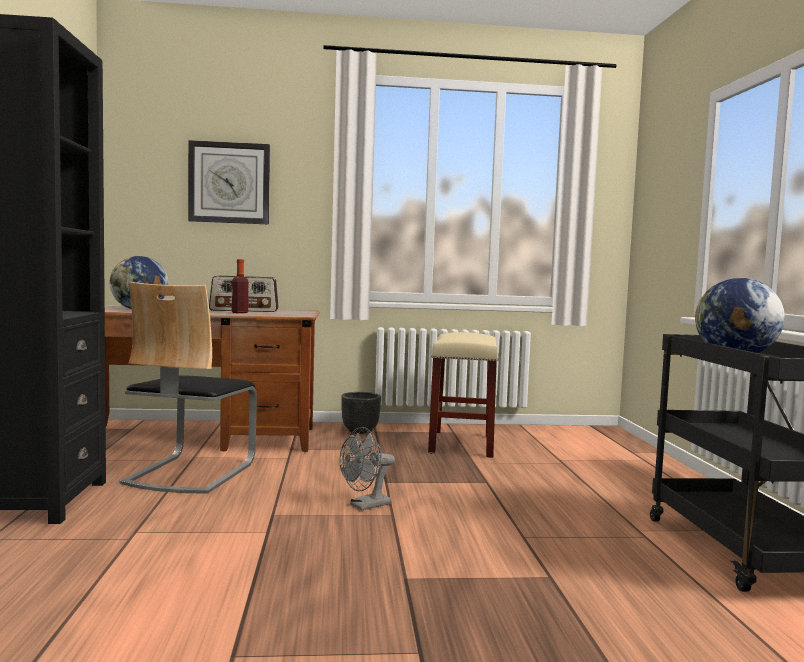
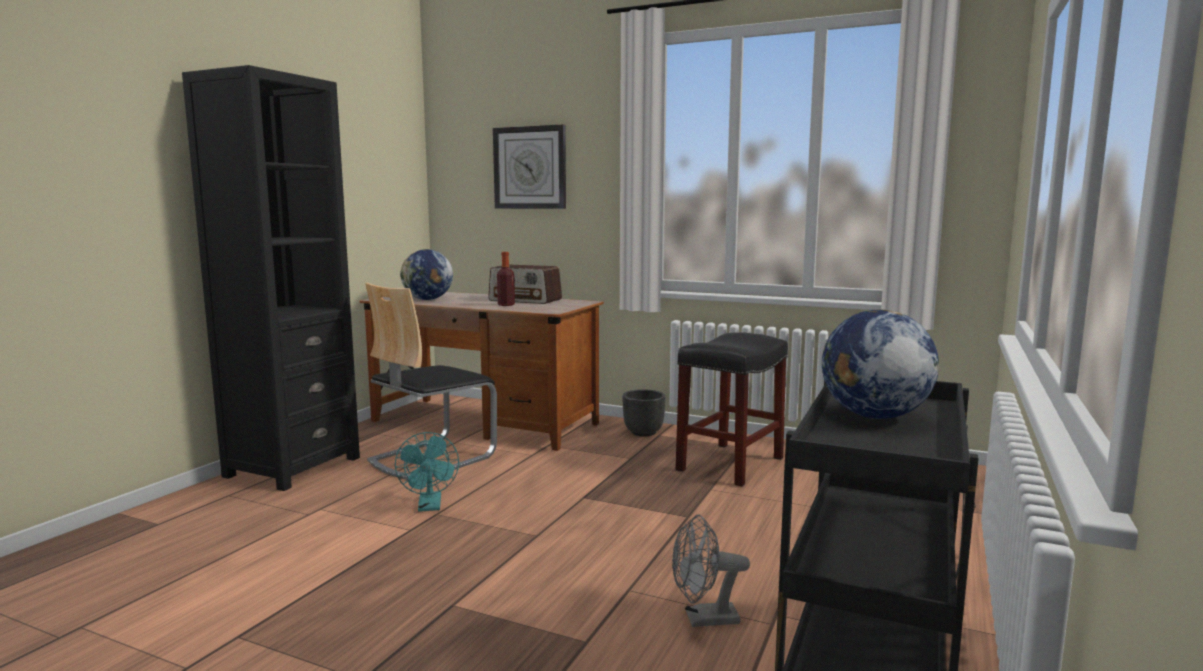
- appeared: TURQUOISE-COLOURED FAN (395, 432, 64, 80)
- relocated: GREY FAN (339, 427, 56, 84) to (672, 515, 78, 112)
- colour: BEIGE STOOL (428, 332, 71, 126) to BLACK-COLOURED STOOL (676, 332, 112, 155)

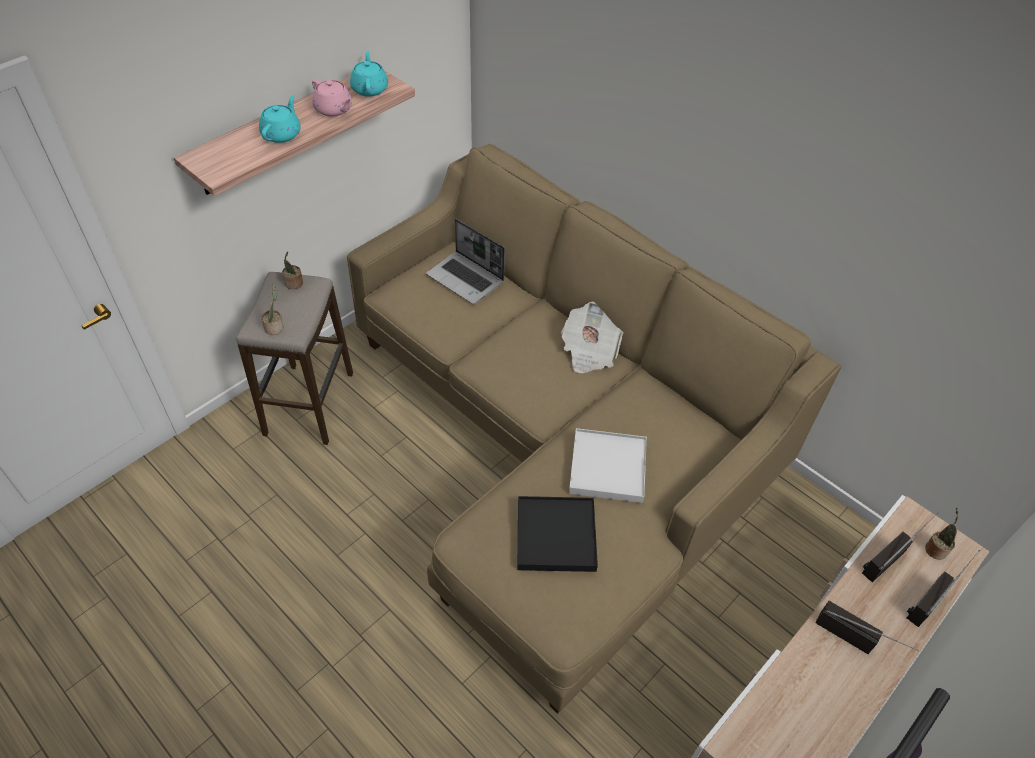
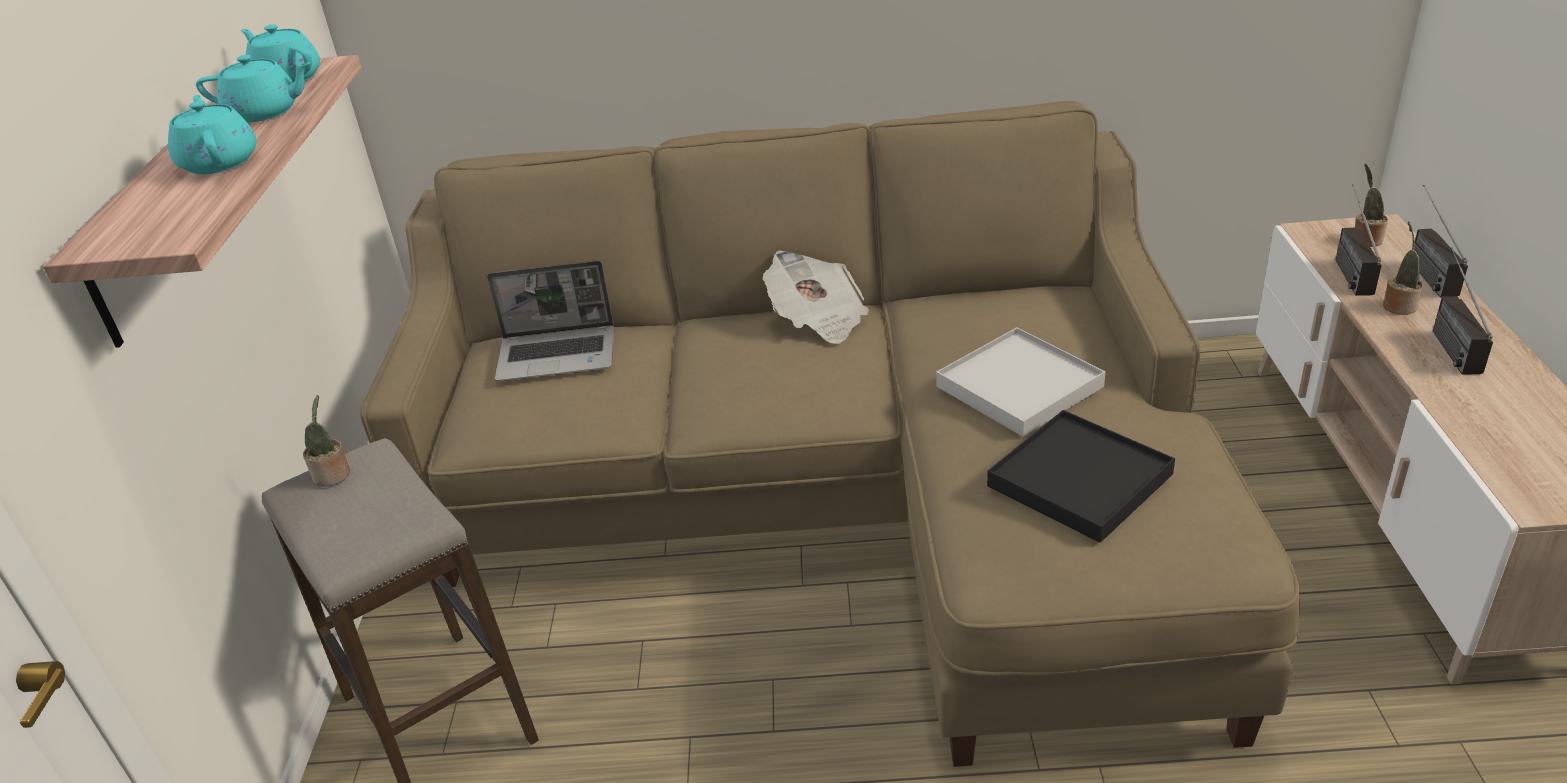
- relocated: PLANT IN A POT (261, 284, 23, 51) to (1383, 221, 40, 94)
- colour: PINK POT FOR TEA (312, 80, 40, 37) to TURQUOISE-COLOURED POT FOR TEA (196, 55, 115, 67)
- spun: RADIO RECEIVER (815, 601, 104, 53) = (1433, 247, 60, 128) 75 degrees counterclockwise

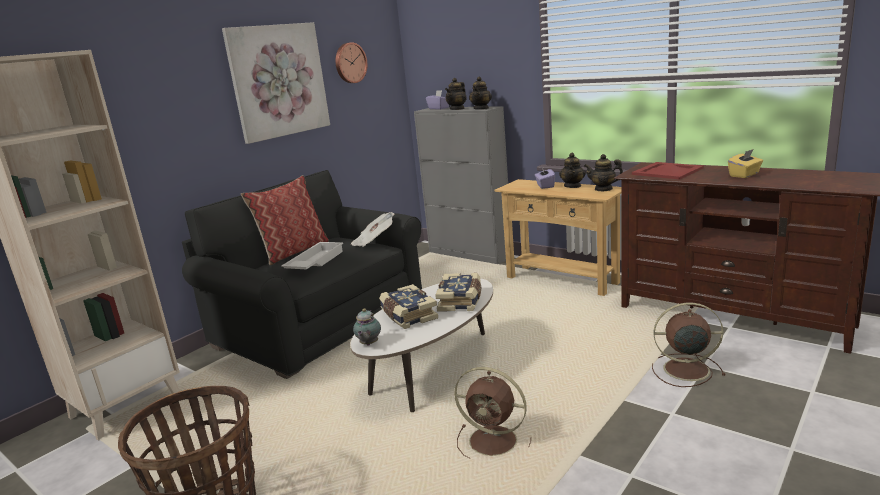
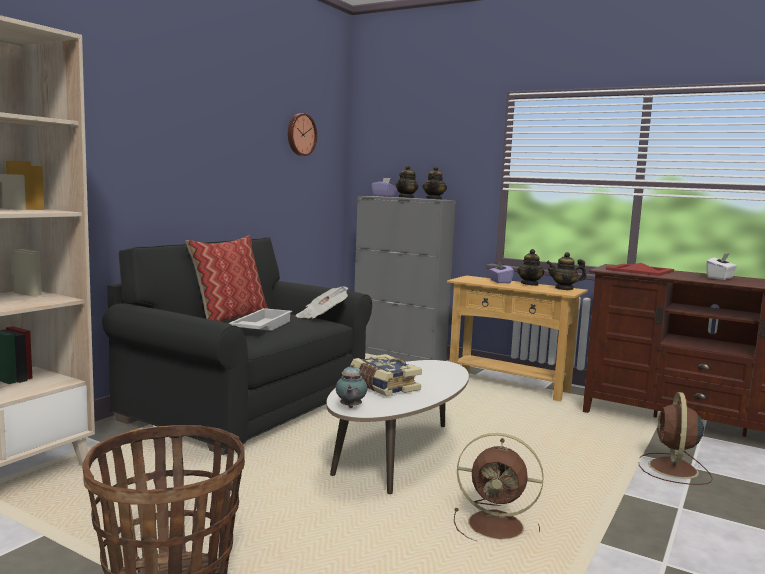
- missing: WALL PICTURE (222, 22, 108, 122)
- missing: VOLUME (435, 273, 46, 39)
- colour: YELLOW-COLOURED BOX OF TISSUES (728, 149, 35, 29) to WHITISH BOX OF TISSUES (706, 253, 31, 27)
- spun: BROWN FAN (652, 303, 74, 84) = (639, 392, 74, 93) 75 degrees counterclockwise

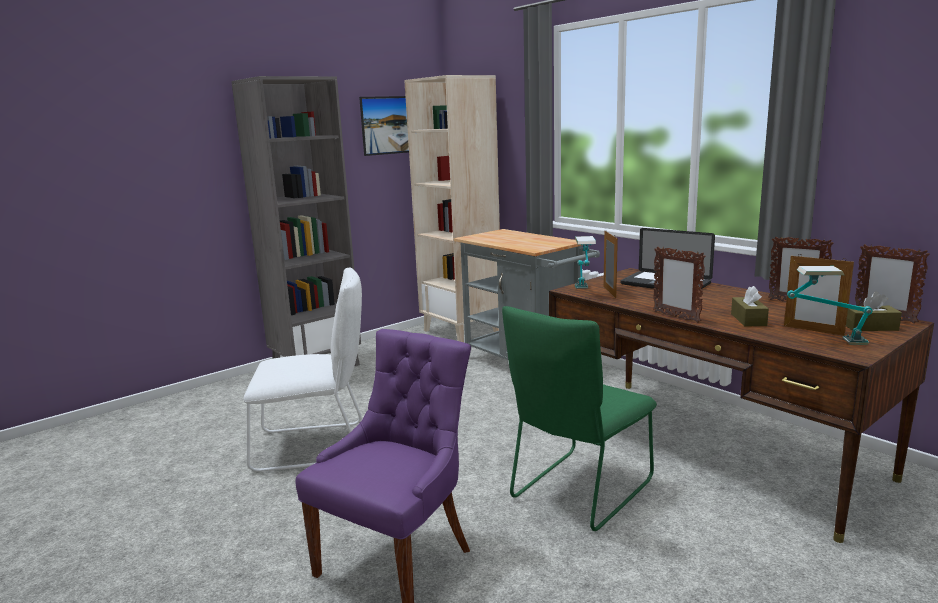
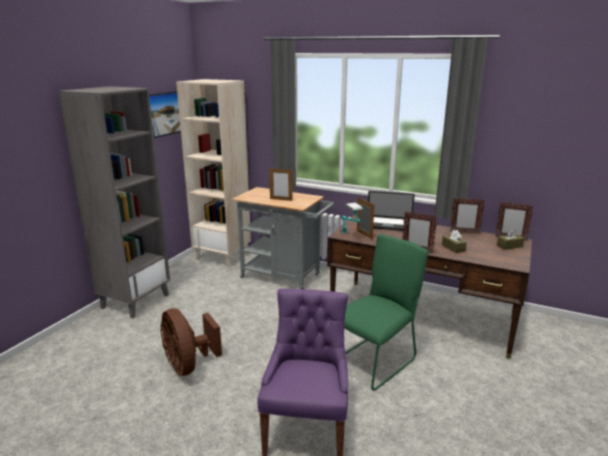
- missing: TABLE LAMP (787, 266, 86, 79)
- relocated: PHOTO FRAME (784, 255, 70, 81) to (269, 167, 24, 34)
- exchanged: WHITISH UPRIGHT CHAIR (243, 268, 119, 204) to BROWN FAN (160, 308, 62, 68)
- spun: GREEN UPRIGHT CHAIR (502, 306, 155, 225) = (344, 234, 84, 156) 150 degrees counterclockwise

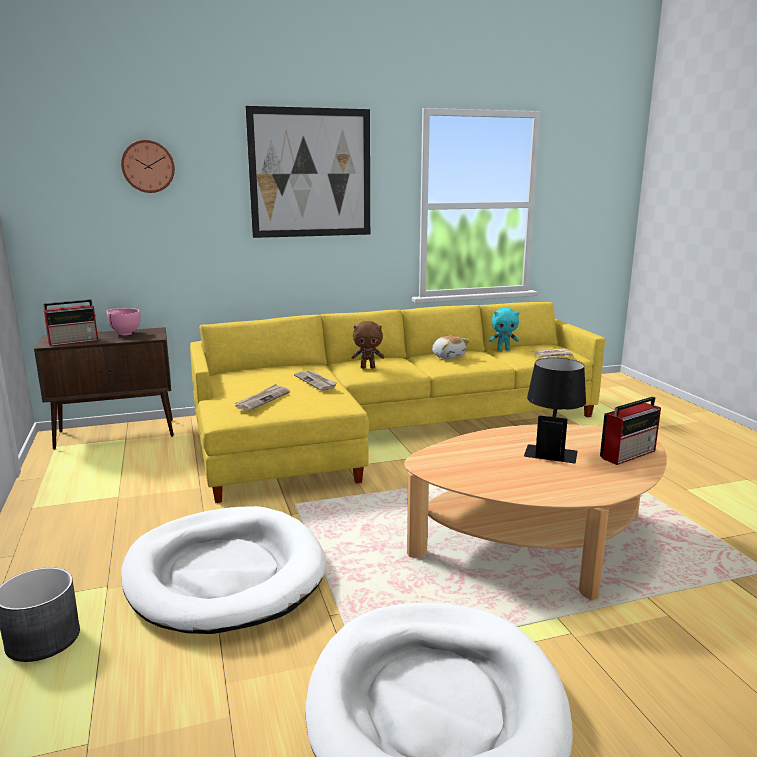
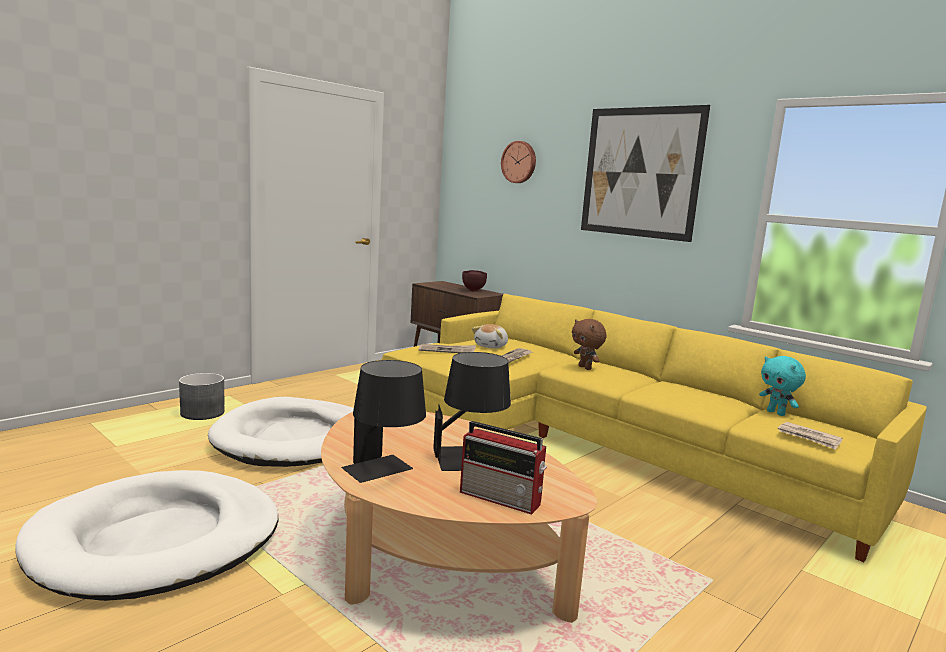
- missing: RADIO RECEIVER (44, 299, 54, 47)
- appeared: BLACK-COLOURED TABLE LAMP (342, 360, 84, 123)
- relocated: PLUSH TOY (432, 335, 38, 24) to (472, 324, 36, 25)
- colour: PINK BOWL (106, 308, 35, 27) to BROWN BOWL (462, 270, 25, 22)

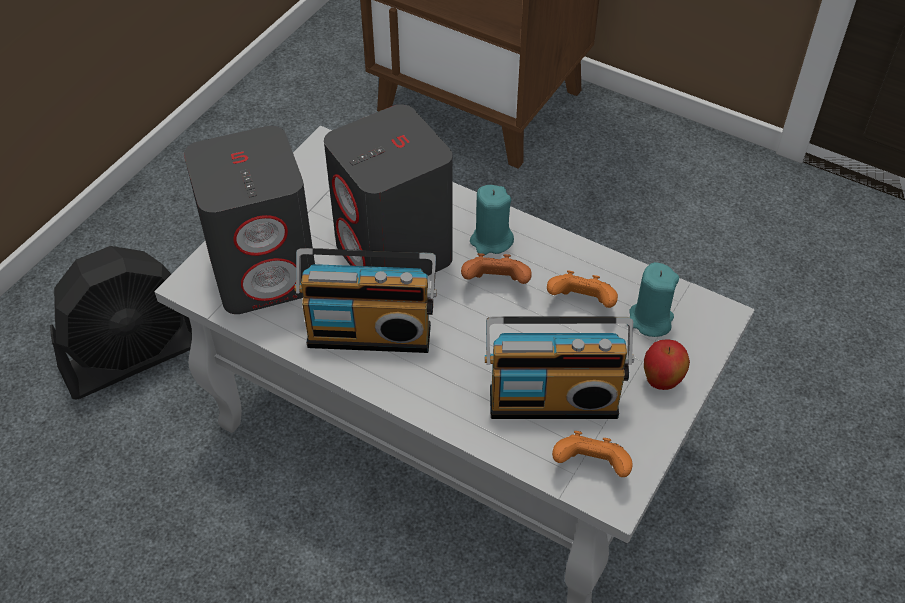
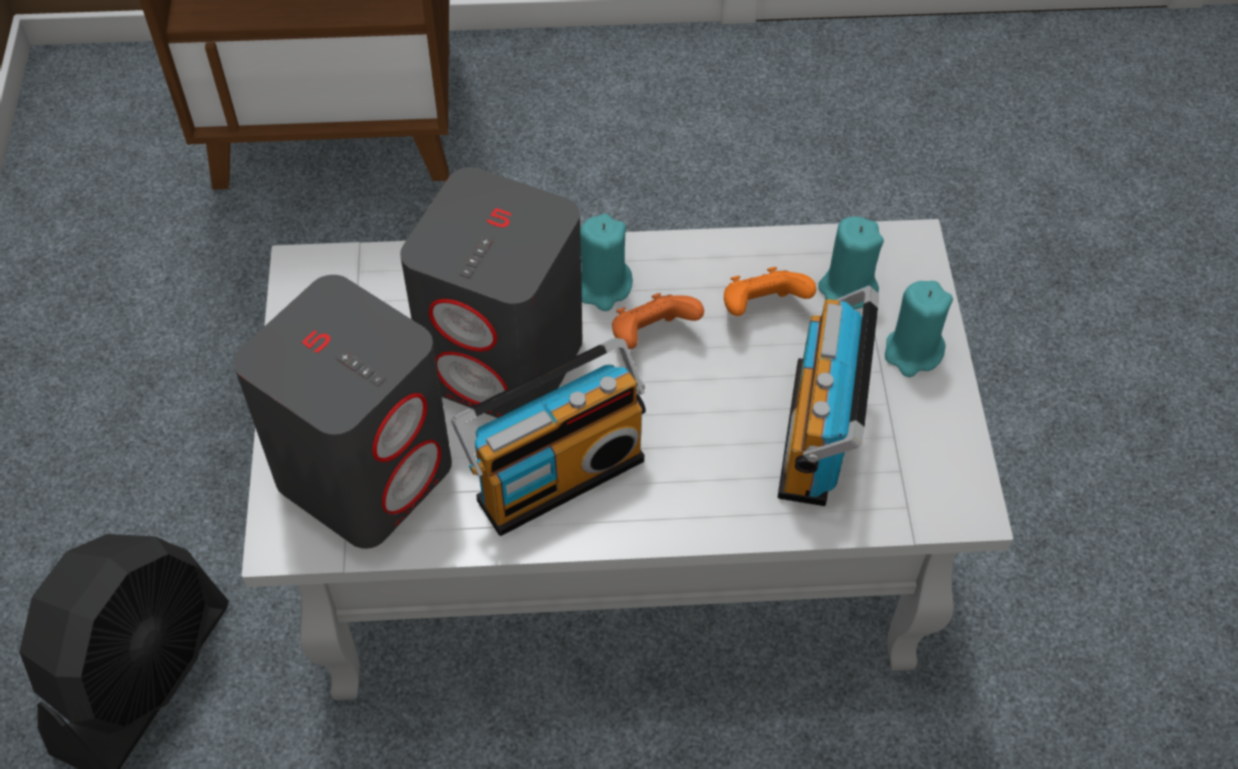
- missing: ORANGE-COLOURED JOYPAD (552, 431, 81, 46)
- exchanged: APPLE FRUIT (644, 339, 46, 51) to TURQUOISE-COLOURED WAX LIGHT (885, 281, 68, 96)
- spun: RADIO RECEIVER (485, 316, 149, 103) = (778, 286, 101, 220) 135 degrees clockwise

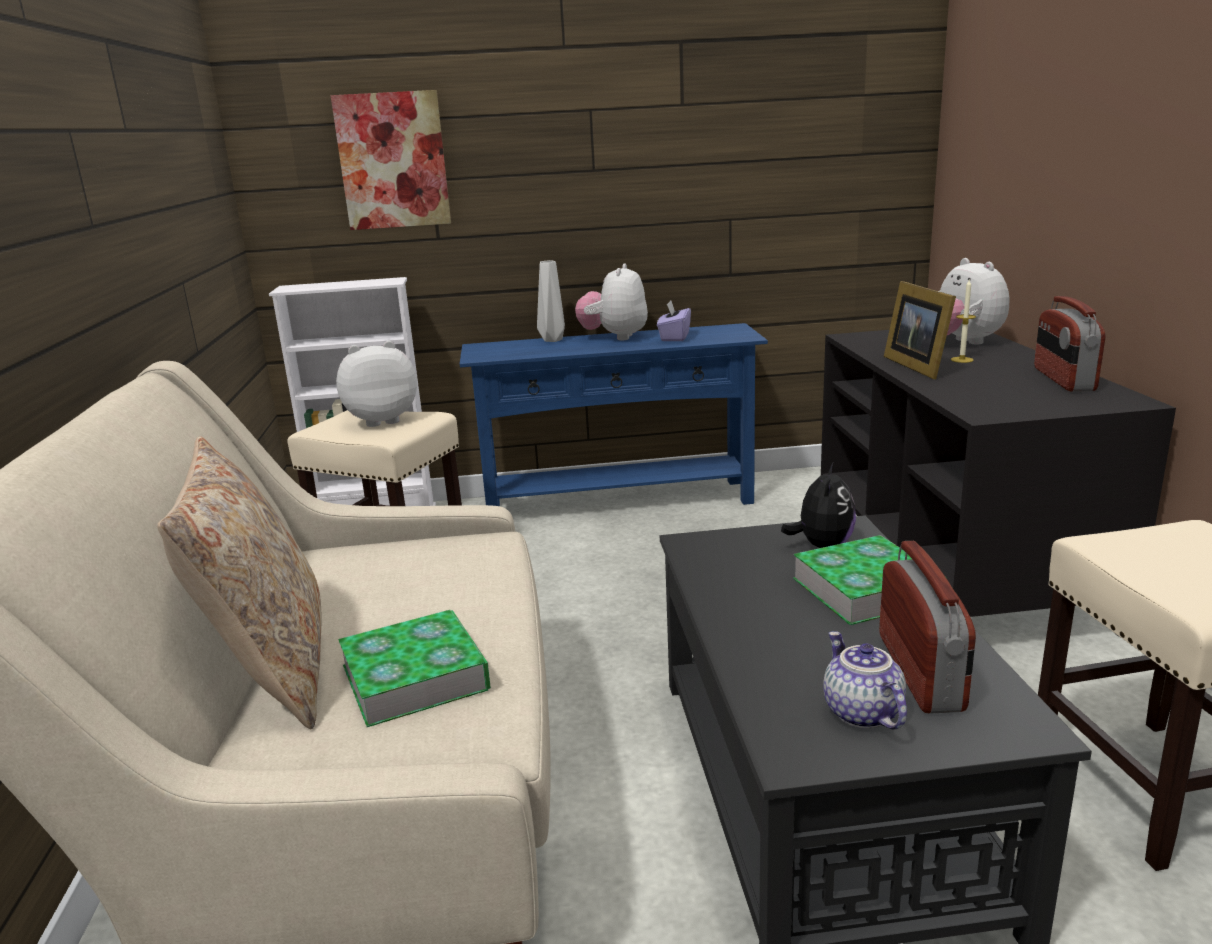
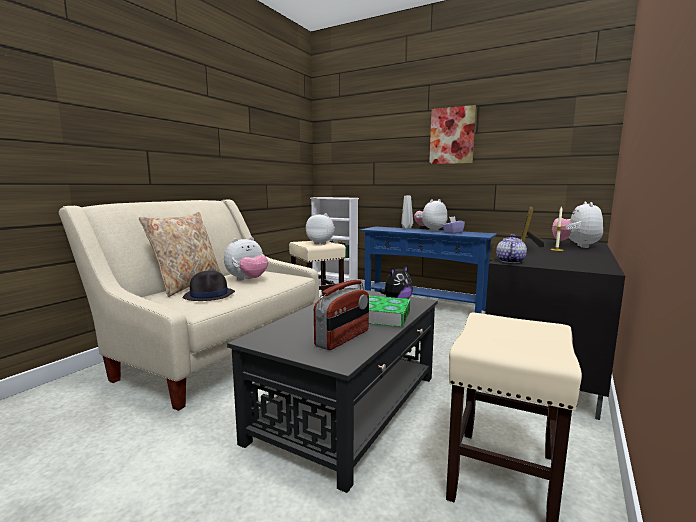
- missing: RADIO RECEIVER (1034, 296, 71, 96)
- appeared: PLUSH TOY (224, 237, 44, 44)
- relocated: WALL PICTURE (331, 90, 120, 140) to (429, 105, 47, 59)
- relocated: POT FOR TEA (823, 631, 84, 98) to (496, 234, 31, 29)
- exchanged: VOLUME (338, 610, 153, 117) to BLACK-COLOURED WEARABLE HAT (182, 270, 53, 31)

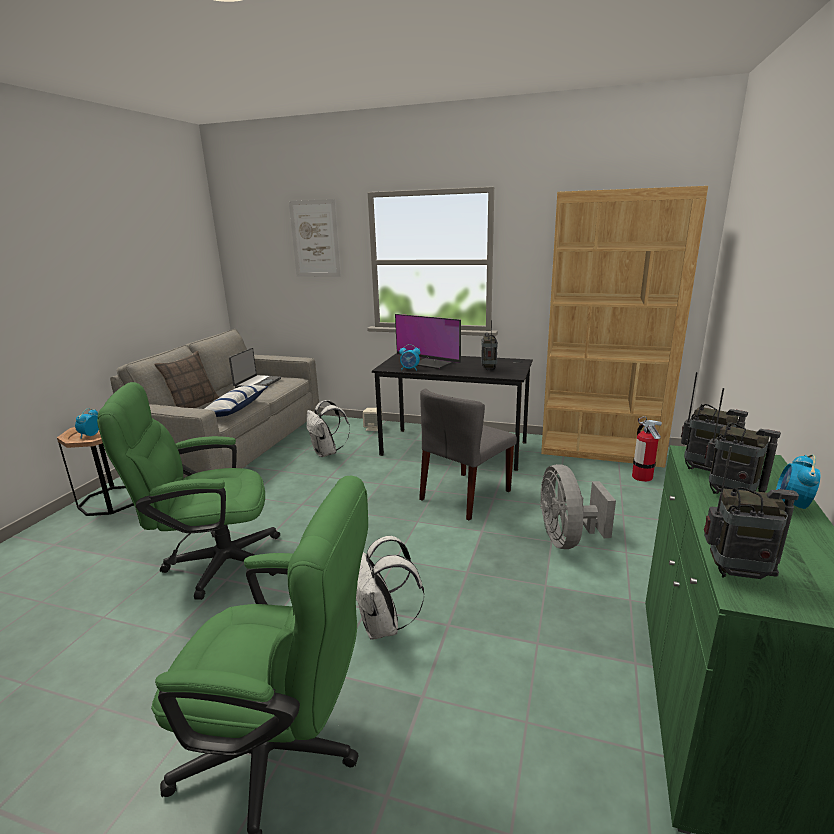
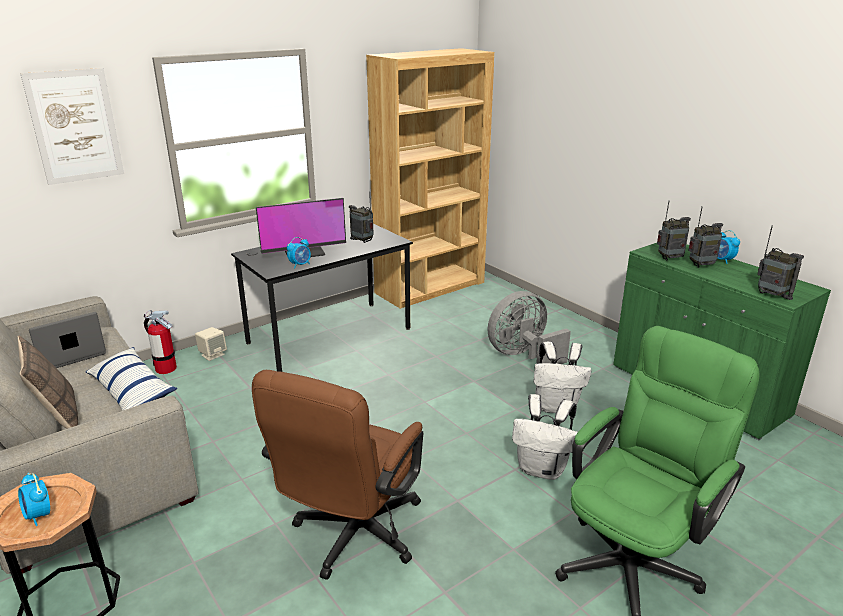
- missing: GREY UPRIGHT CHAIR (419, 389, 98, 132)
- relocated: WHITISH KNAPSACK (307, 400, 43, 57) to (534, 341, 58, 72)
- relocated: FIRE-FIGHTING CYLINDER (632, 417, 30, 65) to (144, 310, 33, 64)
- colour: GREEN COMPUTER CHAIR (97, 382, 183, 218) to BROWN COMPUTER CHAIR (252, 370, 171, 210)
- spun: NOTEBOOK COMPUTER (229, 348, 52, 40) = (29, 312, 77, 56) 90 degrees counterclockwise
- spun: GREY FAN (540, 464, 76, 85) = (488, 291, 83, 73) 120 degrees clockwise
- spun: RADIO RECEIVER (704, 446, 95, 133) = (757, 225, 47, 75) 90 degrees clockwise

